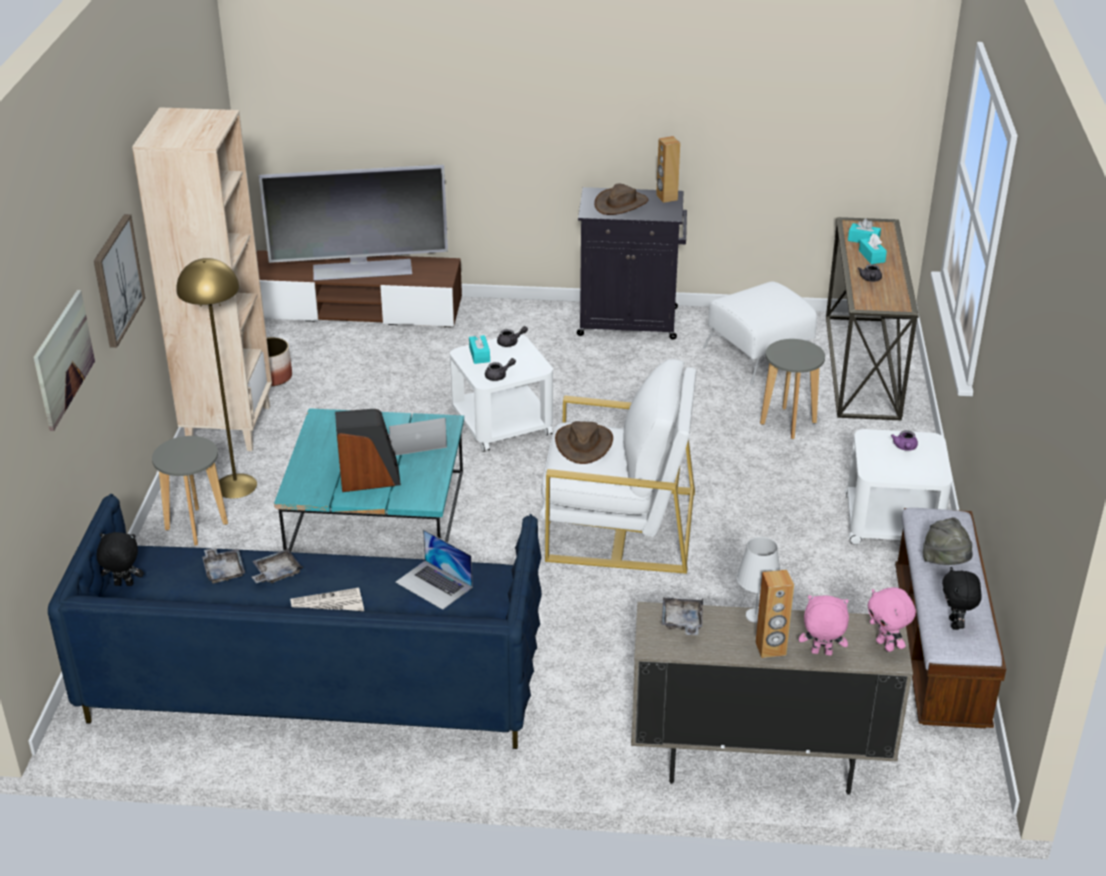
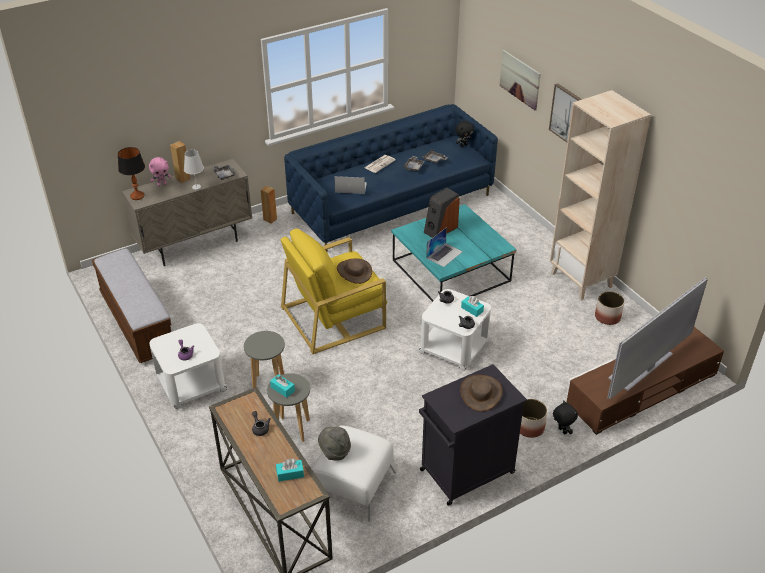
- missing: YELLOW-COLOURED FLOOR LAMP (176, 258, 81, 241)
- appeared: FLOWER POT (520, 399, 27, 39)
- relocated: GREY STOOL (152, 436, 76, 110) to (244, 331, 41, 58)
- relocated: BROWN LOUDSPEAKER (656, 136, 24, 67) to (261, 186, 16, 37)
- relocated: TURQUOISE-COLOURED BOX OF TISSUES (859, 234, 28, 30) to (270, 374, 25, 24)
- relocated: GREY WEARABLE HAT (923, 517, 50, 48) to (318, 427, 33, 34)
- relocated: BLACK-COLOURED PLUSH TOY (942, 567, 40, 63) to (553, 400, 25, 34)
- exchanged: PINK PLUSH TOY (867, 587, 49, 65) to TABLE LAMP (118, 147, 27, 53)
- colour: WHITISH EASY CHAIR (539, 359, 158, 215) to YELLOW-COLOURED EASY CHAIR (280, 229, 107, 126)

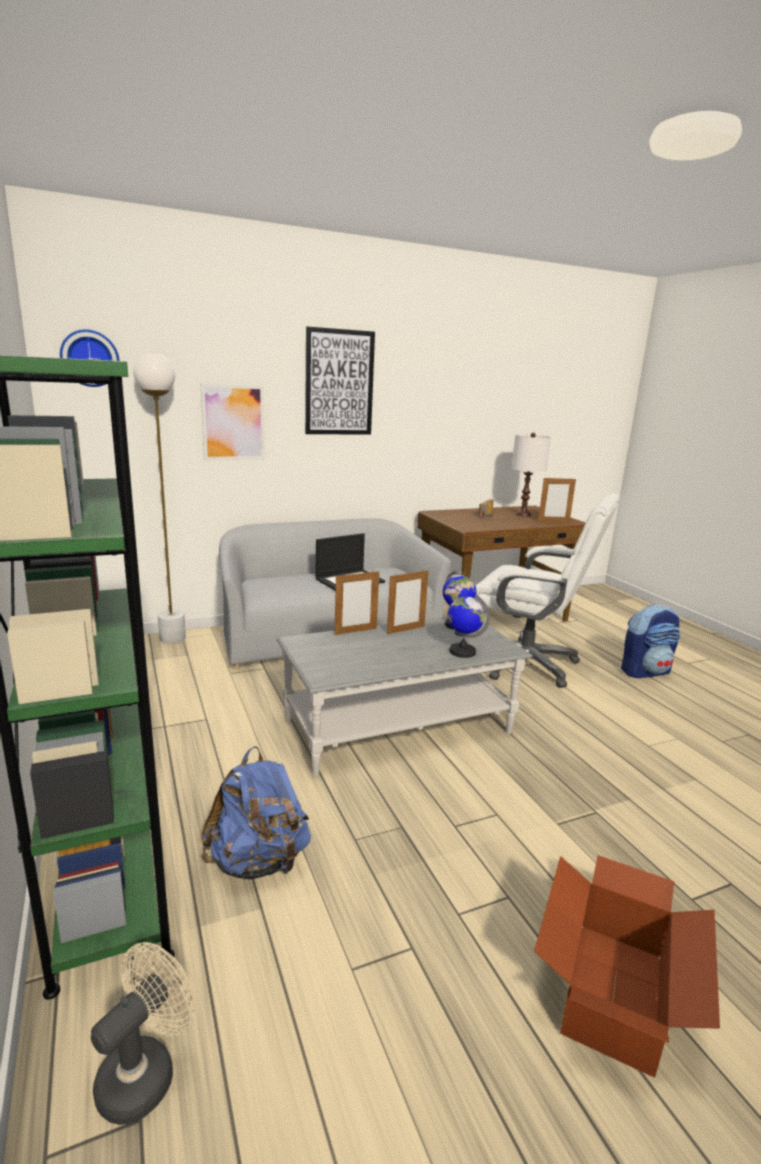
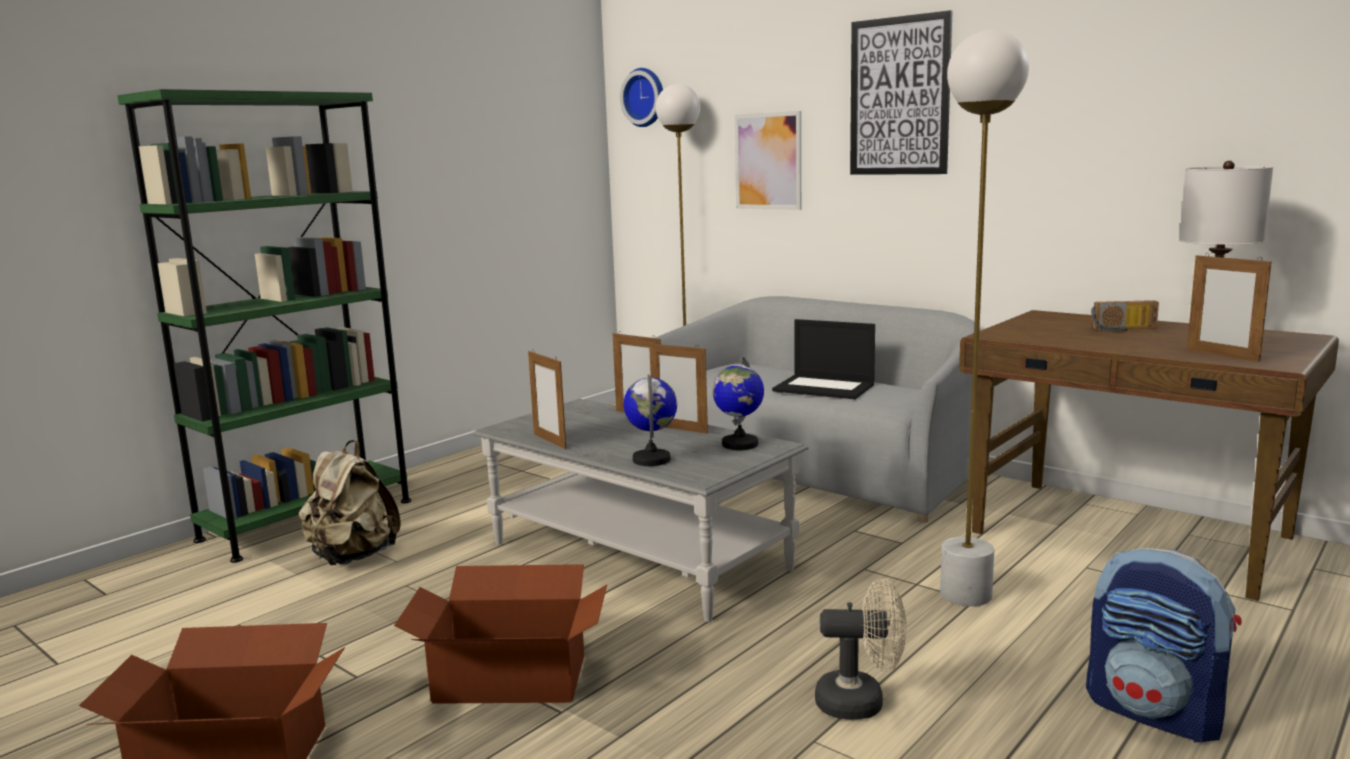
- appeared: PACKING BOX (394, 564, 213, 140)
- appeared: PHOTO FRAME (528, 349, 38, 100)
- relocated: BEIGE FAN (91, 942, 104, 183) to (815, 579, 91, 141)
- exchanged: WHITISH COMPUTER CHAIR (475, 493, 145, 195) to WHITISH FLOOR LAMP (940, 30, 89, 577)
- colour: BLUE-COLOURED KNAPSACK (202, 746, 109, 133) to BEIGE KNAPSACK (299, 440, 102, 125)

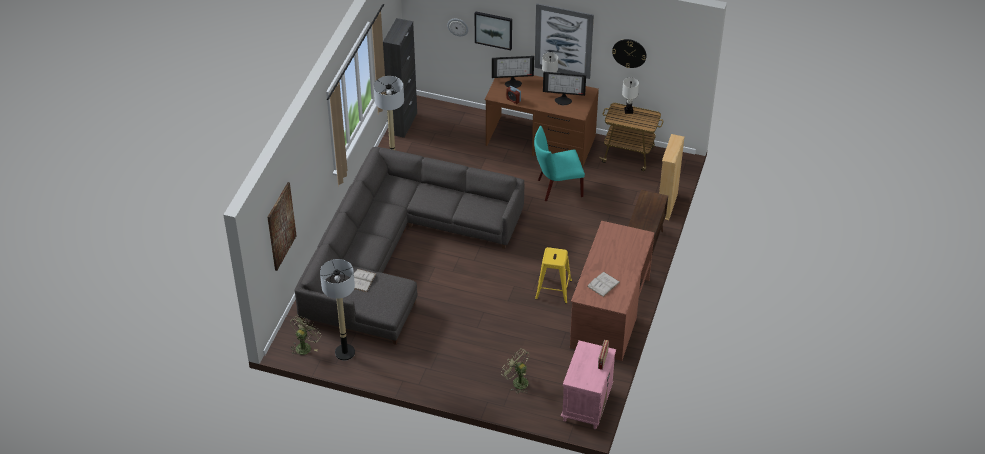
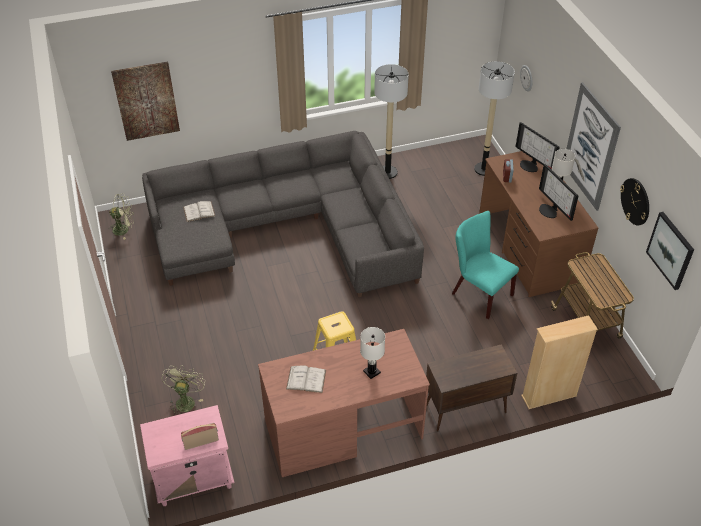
- missing: BLACK-COLOURED CUPBOARD (383, 18, 34, 120)
- relocated: FLOOR LAMP (320, 259, 35, 101) to (474, 61, 41, 115)
- relocated: WALL PICTURE (474, 11, 38, 39) to (646, 212, 48, 78)
- relocated: WHITISH TABLE LAMP (622, 77, 17, 37) to (360, 327, 25, 52)

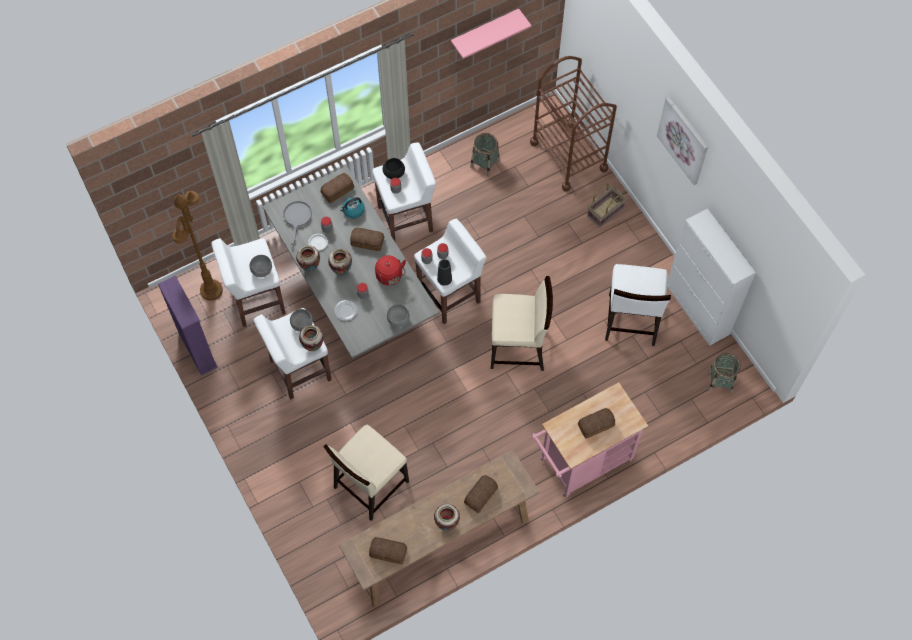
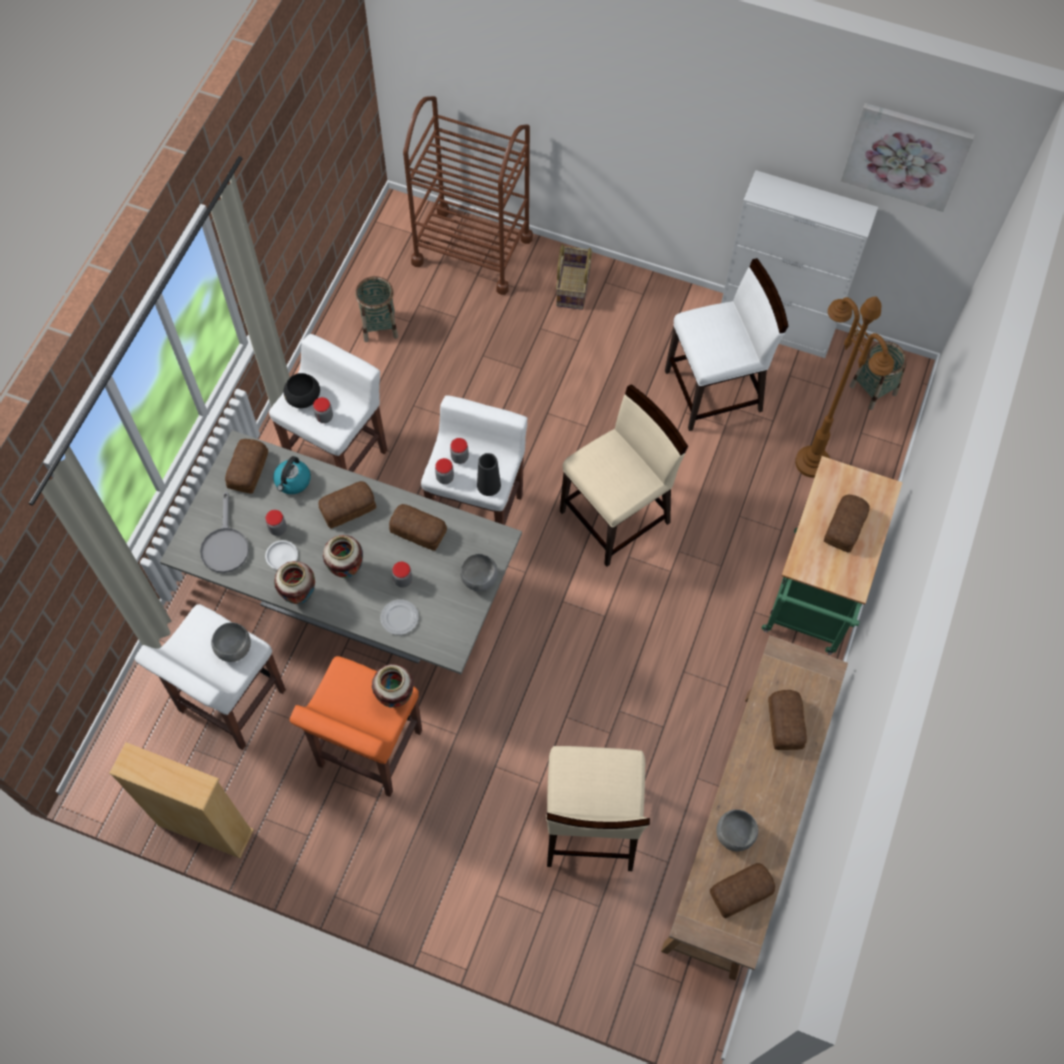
- missing: FLOWER VASE (434, 504, 26, 27)
- missing: PINK WALL SHELF (451, 9, 80, 50)
- relocated: BROWN FLOOR LAMP (172, 191, 51, 109) to (795, 297, 99, 181)
- relocated: GREY BOWL (290, 309, 23, 23) to (716, 809, 42, 43)
- relocated: WALL PICTURE (657, 96, 51, 89) to (841, 103, 134, 109)
- exchanged: RED TEA KETTLE (375, 255, 31, 30) to BAKED BREAD (389, 504, 58, 47)
- colour: PURPLE-COLOURED BOOKSHELF (158, 275, 60, 101) to BEIGE BOOKSHELF (109, 742, 145, 116)
- colour: WHITISH STOOL (254, 308, 77, 92) to ORANGE-COLOURED STOOL (289, 656, 133, 141)
- colour: PINK TROLLEY (532, 383, 116, 114) to GREEN TROLLEY (762, 456, 141, 199)
- spun: GREY FRYING PAN (283, 201, 29, 47) = (200, 491, 49, 82) 150 degrees counterclockwise
- spun: WHITISH UPRIGHT CHAIR (605, 264, 66, 82) = (665, 258, 123, 173) 75 degrees counterclockwise

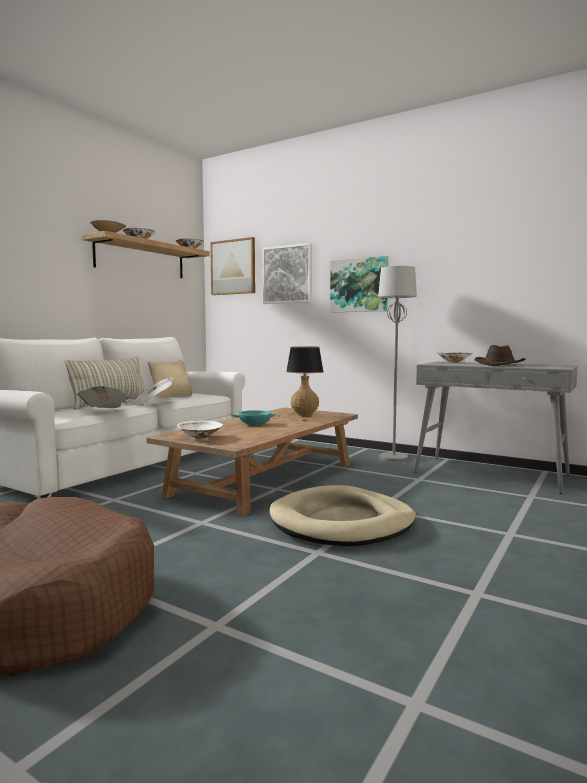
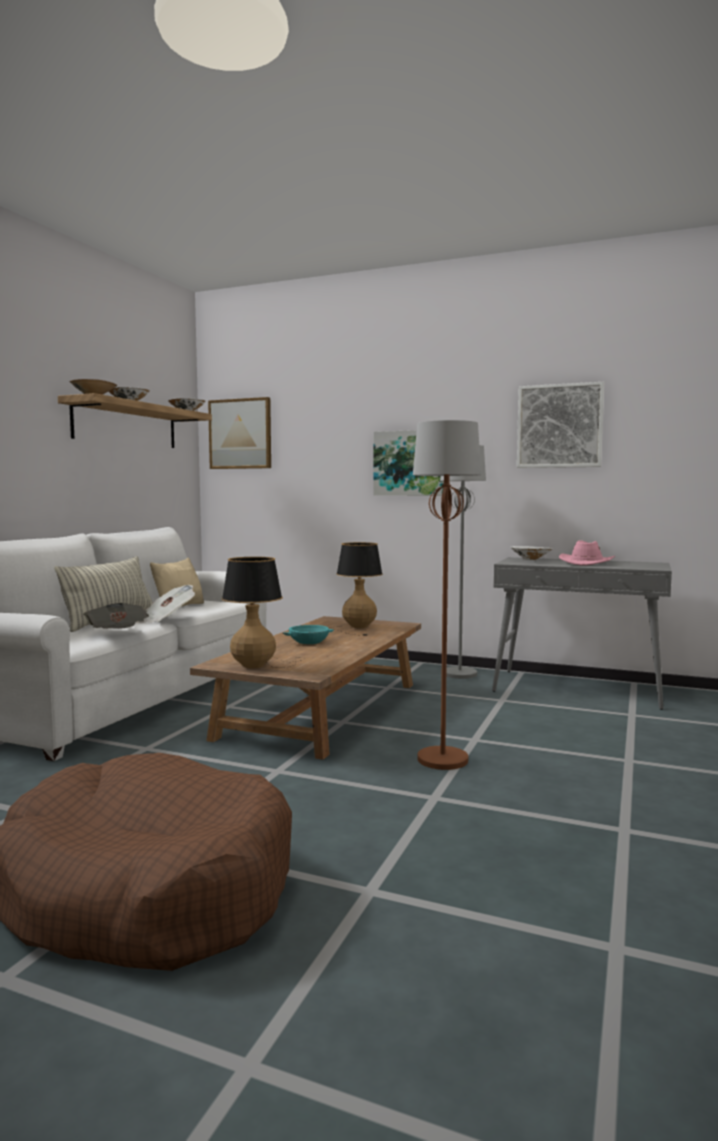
- relocated: WALL PICTURE (262, 243, 50, 61) to (517, 382, 87, 86)
- exchanged: WHITISH BOWL (177, 421, 46, 18) to TABLE LAMP (221, 557, 84, 112)
- exchanged: BEIGE DOG BED (269, 485, 147, 61) to BROWN FLOOR LAMP (413, 420, 68, 350)
- colour: BROWN WEARABLE HAT (475, 345, 50, 21) to PINK WEARABLE HAT (559, 540, 56, 26)

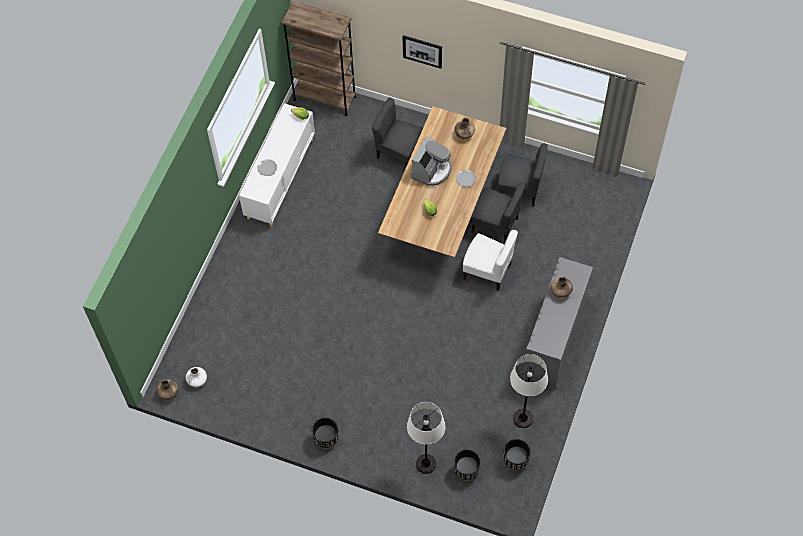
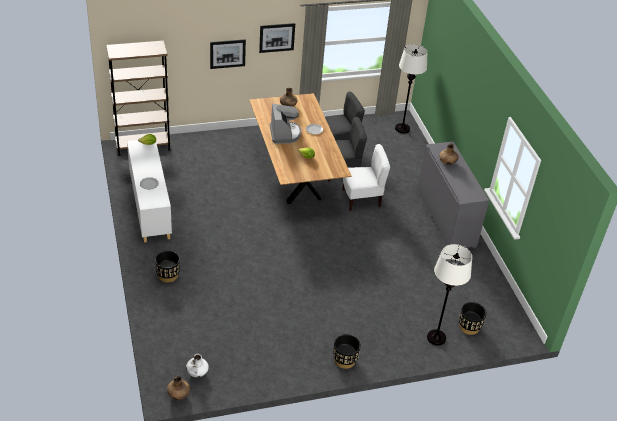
- missing: GREY UPRIGHT CHAIR (372, 97, 51, 71)
- appeared: WALL PICTURE (259, 23, 36, 30)
- relocated: BLACK-COLOURED FLOWER POT (503, 439, 28, 32) to (155, 251, 25, 32)
- relocated: WHITISH FLOOR LAMP (510, 354, 38, 74) to (395, 44, 32, 89)

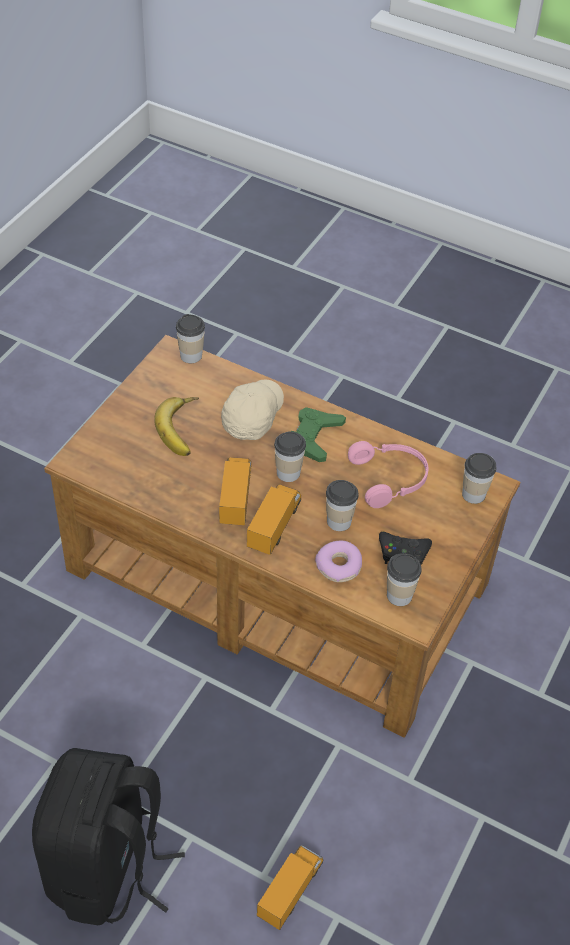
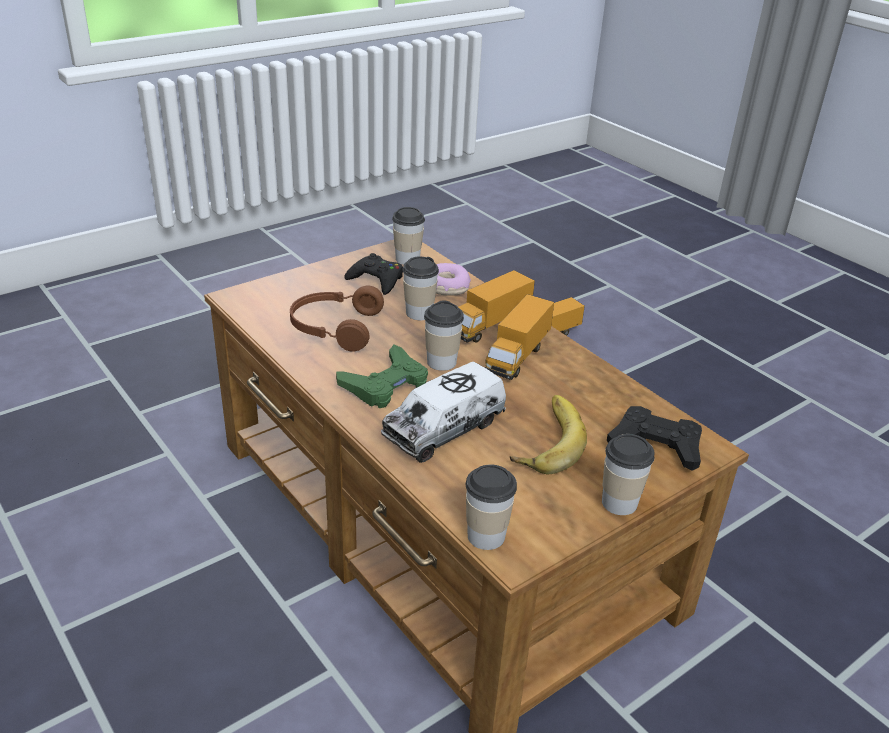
- missing: BLACK-COLOURED KNAPSACK (32, 748, 153, 177)
- appeared: BLACK-COLOURED JOYPAD (607, 406, 95, 65)
- relocated: DRINKING CUP (462, 453, 35, 51) to (602, 434, 53, 81)
- exchanged: BEIGE PEAKED CAP (221, 380, 63, 60) to TOY LORRY (381, 362, 125, 101)
- colour: PINK HEADSET (348, 441, 81, 67) to BROWN HEADSET (290, 285, 94, 67)

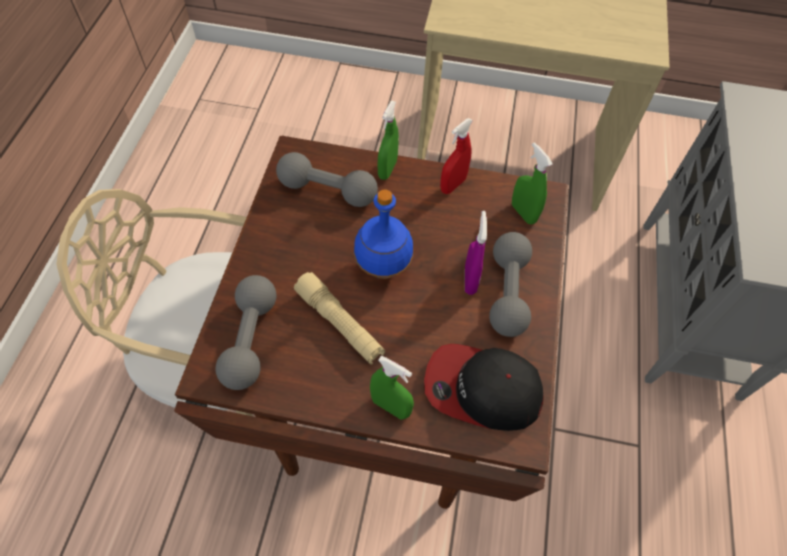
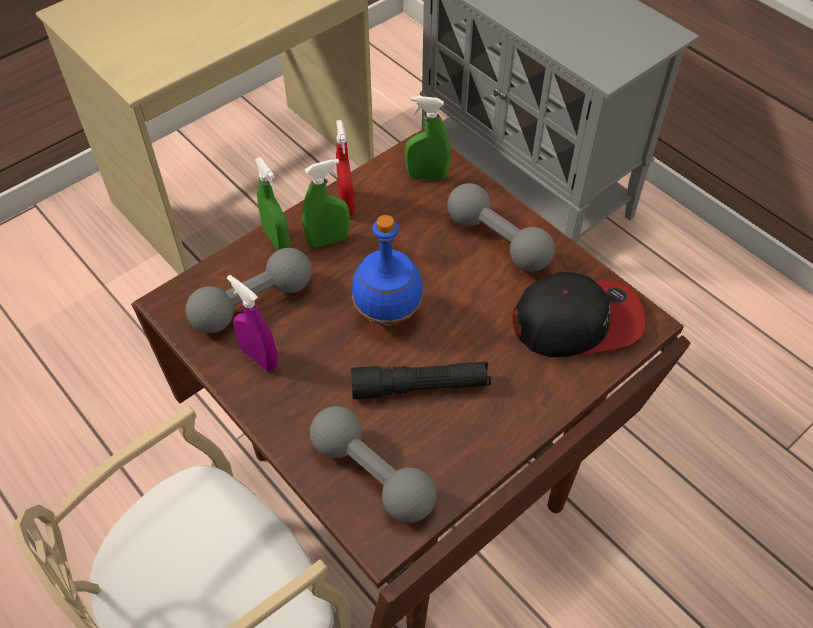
- relocated: GREEN SPRAYER (370, 355, 44, 65) to (302, 159, 48, 89)
- relocated: PURPLE-COLOURED SPRAYER (465, 211, 22, 84) to (227, 275, 51, 96)
- colour: BEIGE HAND TORCH (294, 272, 91, 93) to BLACK-COLOURED HAND TORCH (351, 362, 140, 37)
- spun: PEAKED CAP (424, 344, 119, 87) = (512, 272, 134, 85) 150 degrees counterclockwise

